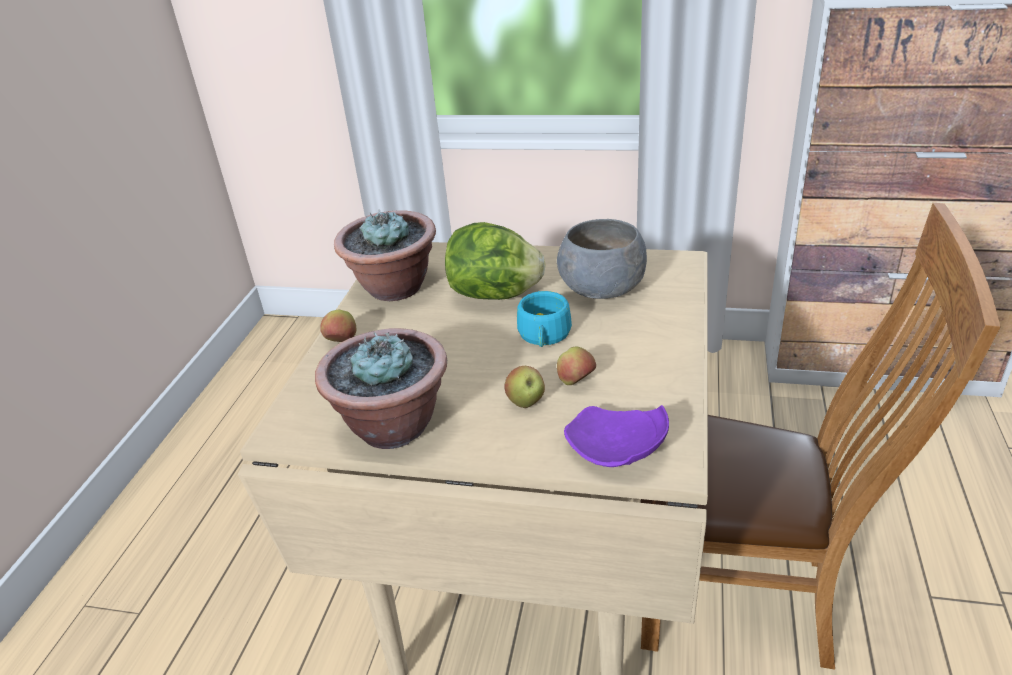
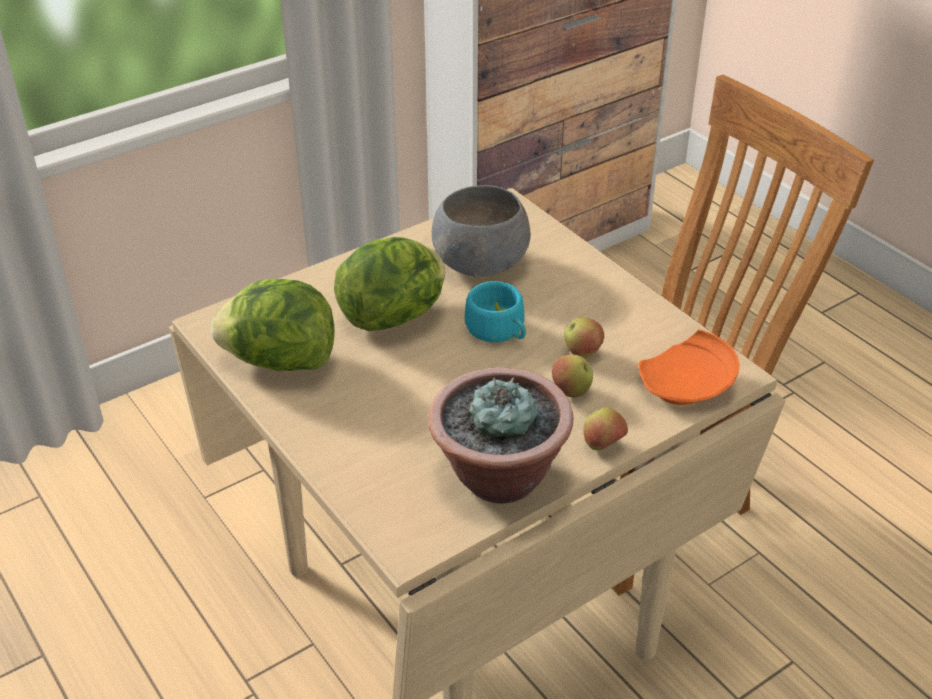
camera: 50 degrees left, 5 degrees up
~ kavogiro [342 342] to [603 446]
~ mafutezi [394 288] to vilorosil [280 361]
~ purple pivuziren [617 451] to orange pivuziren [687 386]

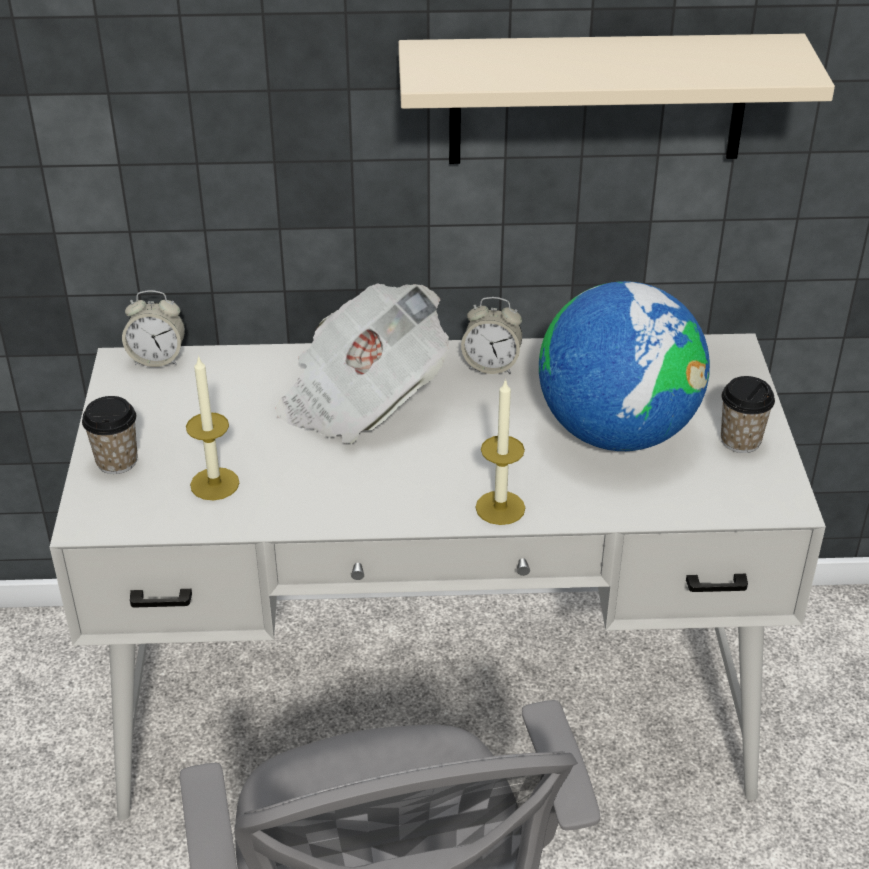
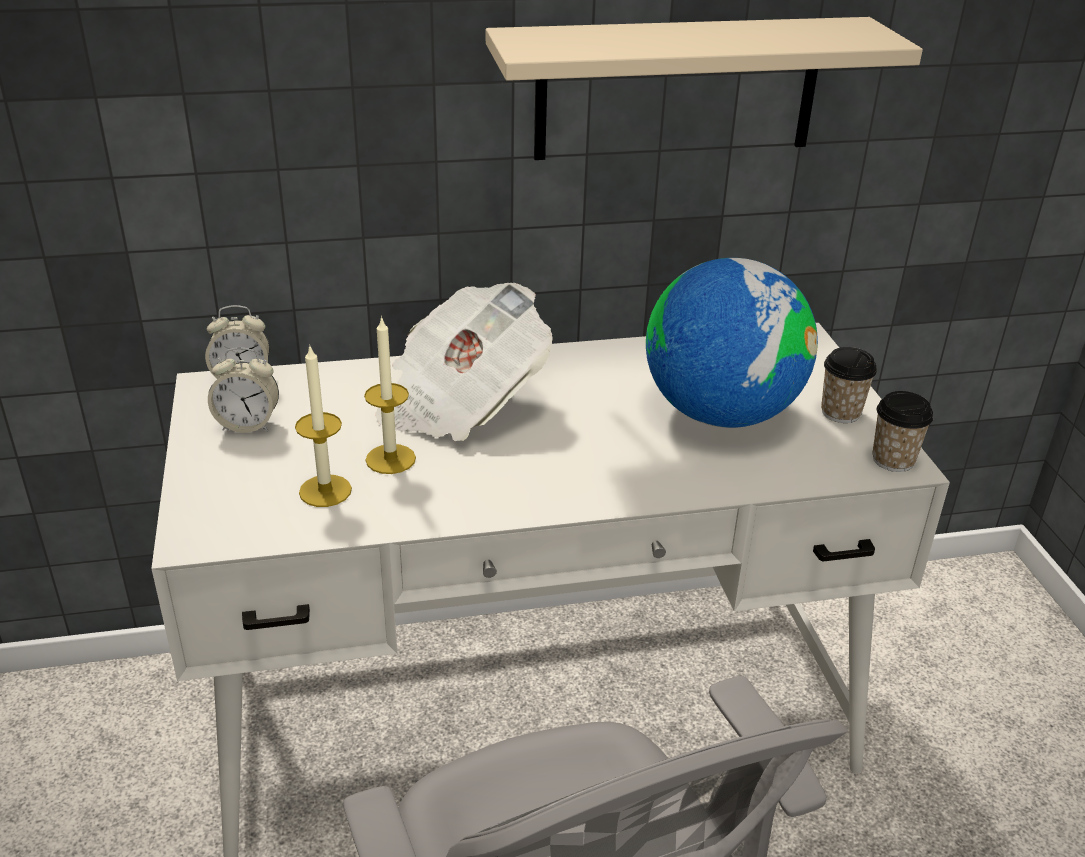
camera: 10 degrees left, 5 degrees down
~ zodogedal [117 461] to [893 460]
~ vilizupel [491 365] to [248 424]
~ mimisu [500 508] to [390 459]

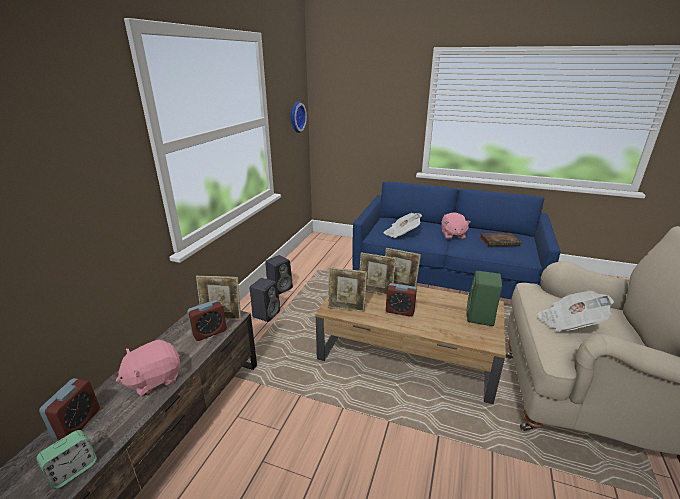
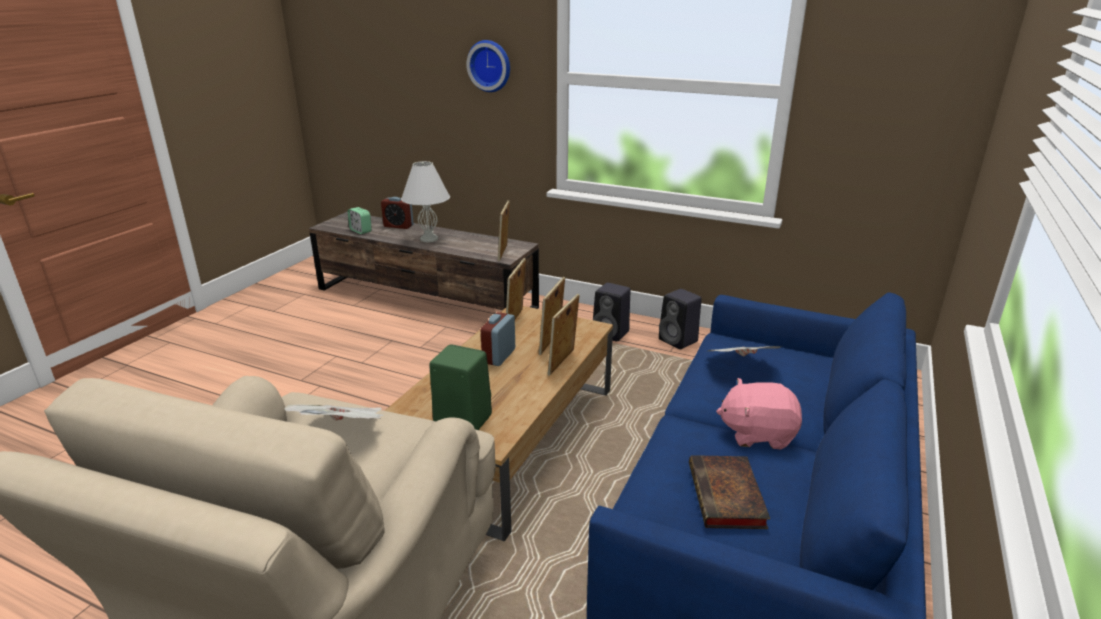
camera: 95 degrees right, 0 degrees up
~ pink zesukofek [154 379] to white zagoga [428 239]
- vilizupel [209 332]
~ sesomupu [296 117] to [490 66]

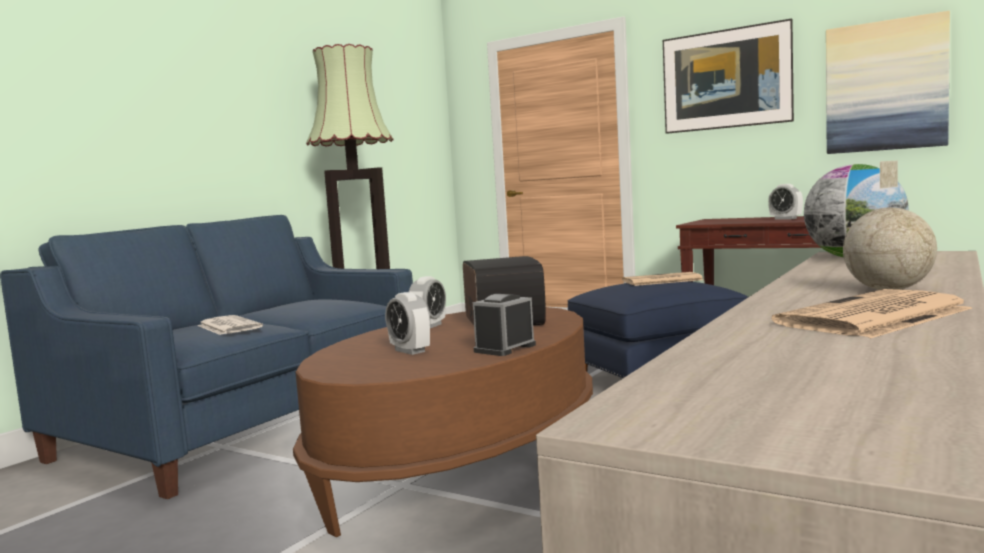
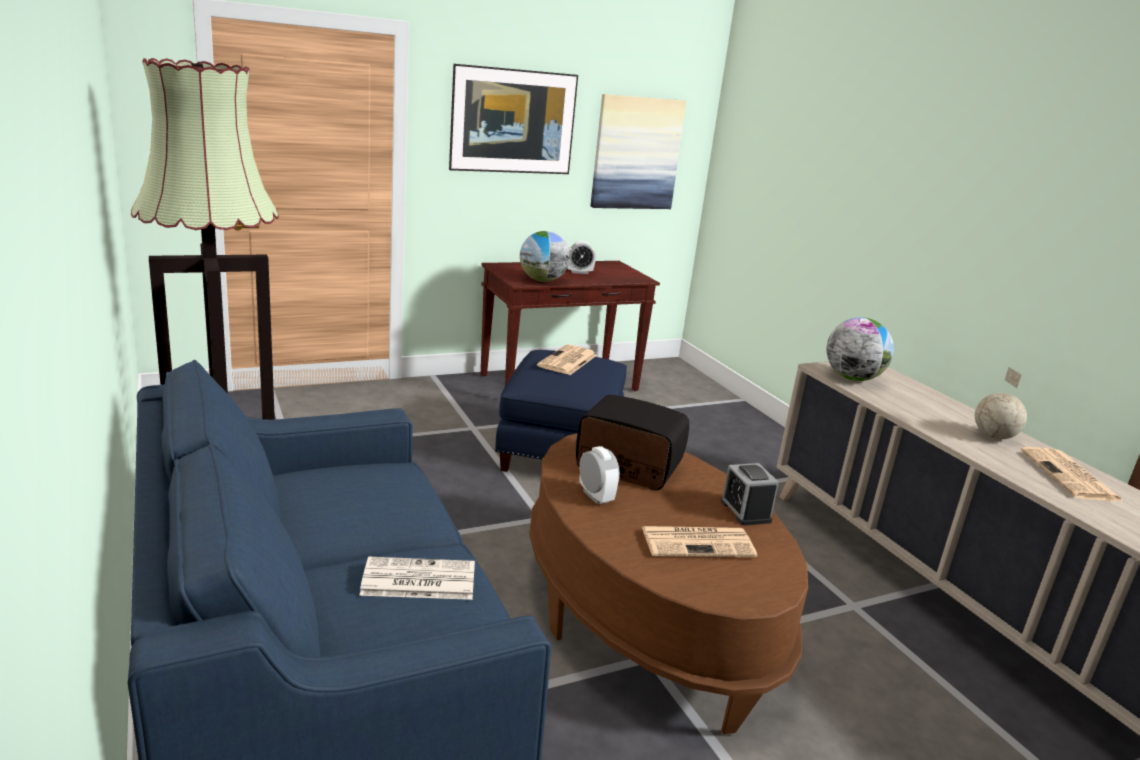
camera: 60 degrees left, 15 degrees up
~ vilizupel [410 351] to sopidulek [699 542]
+ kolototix [542 280]

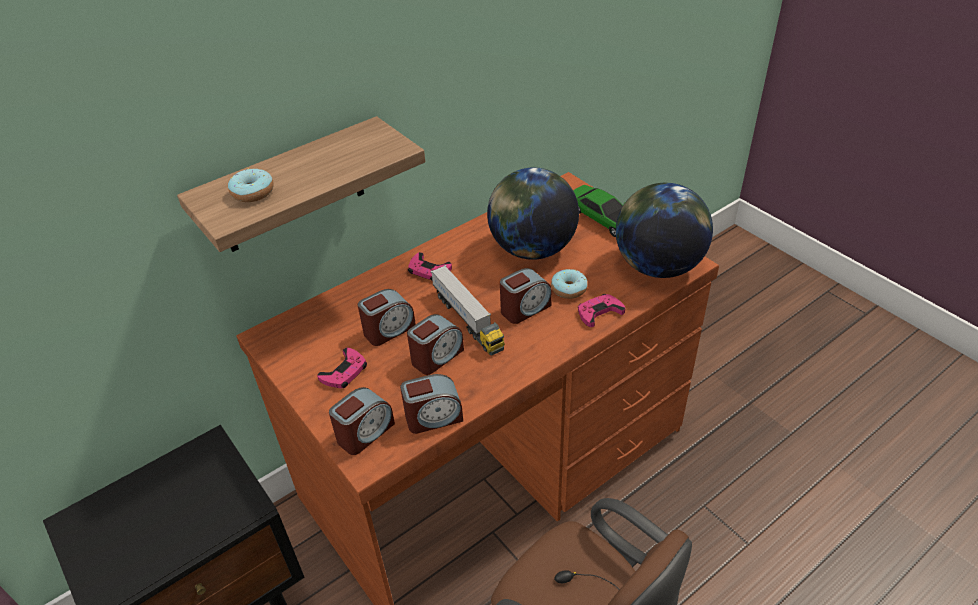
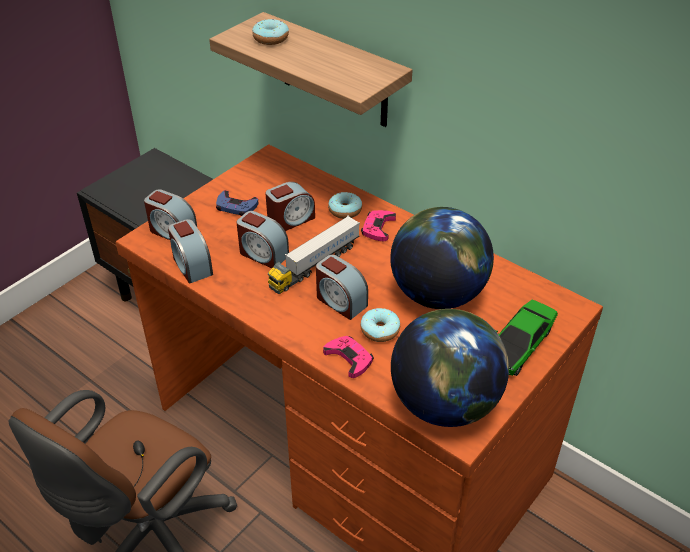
camera: 75 degrees right, 0 degrees up
~ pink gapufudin [344 372] to blue gapufudin [236 207]
~ vilizupel [389 330] = [290 220] 75 degrees counterclockwise
+ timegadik [345 210]

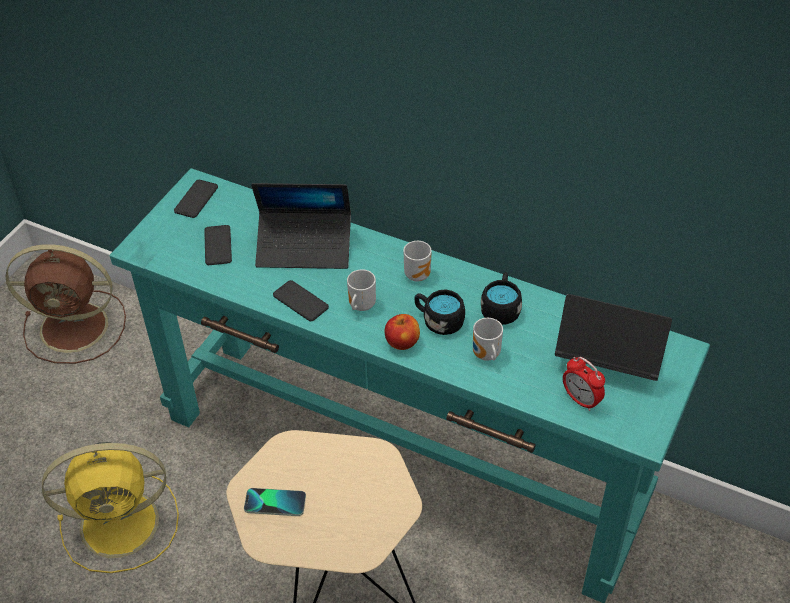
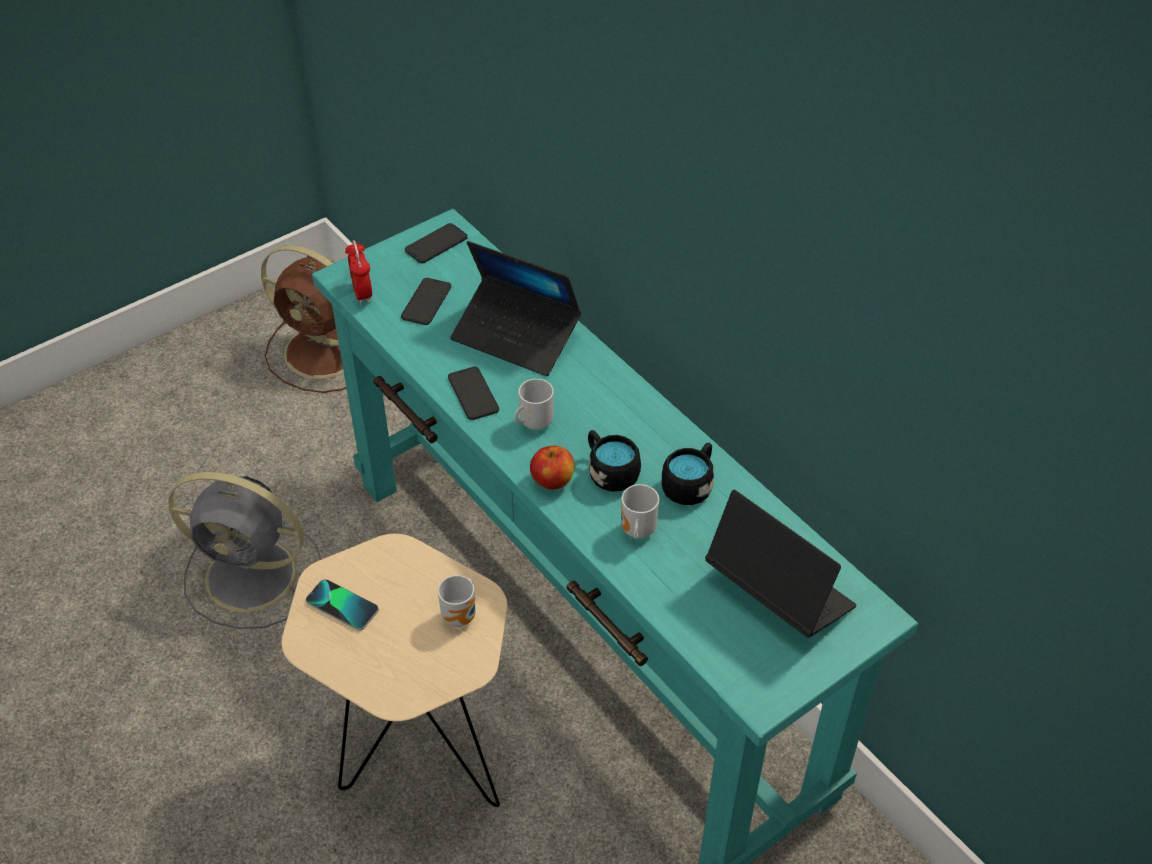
camera: 25 degrees right, 0 degrees up
~ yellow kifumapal [123 523] to grey kifumapal [255 576]
~ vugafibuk [418 274] to [461 616]
~ vilizupel [581 400] to [362 293]

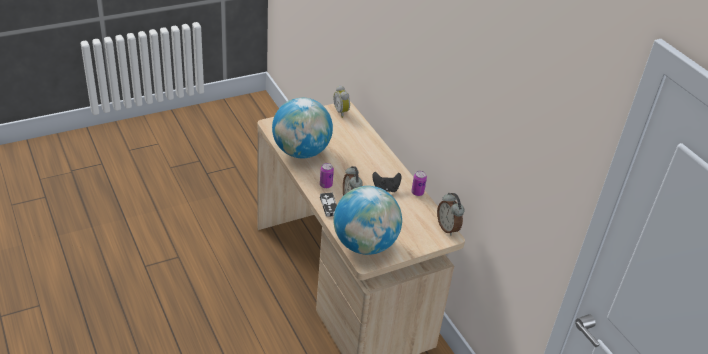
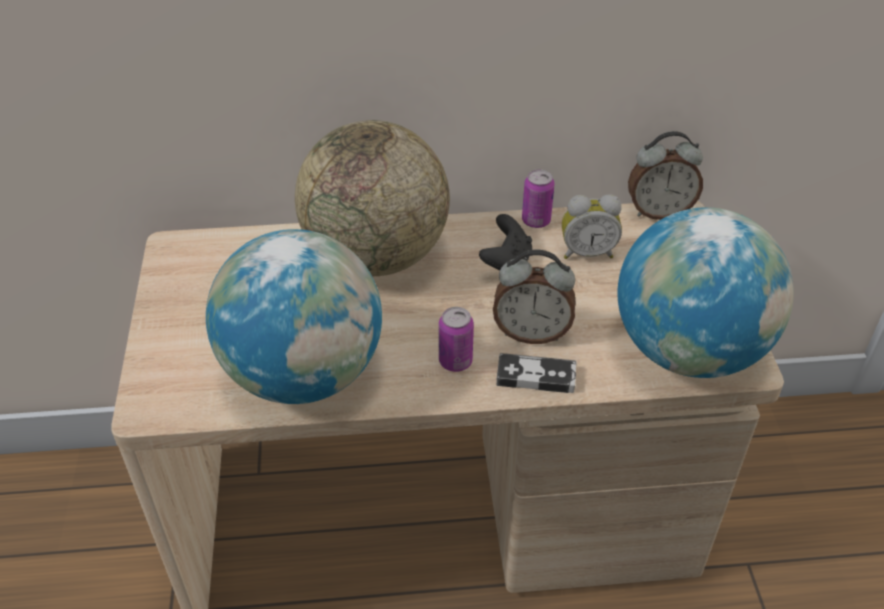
camera: 65 degrees left, 5 degrees up
~ vilizupel [342 112] to [587 252]
+ kolototix [376 256]

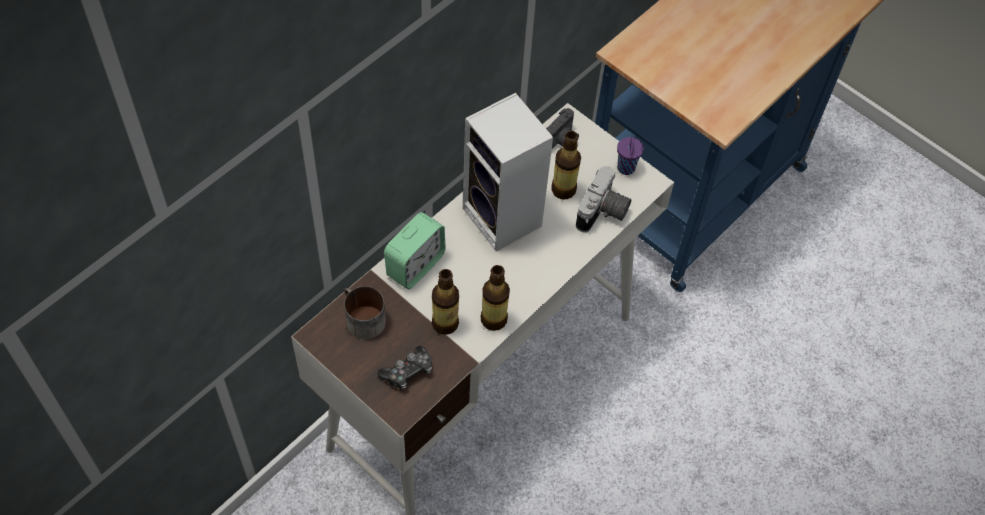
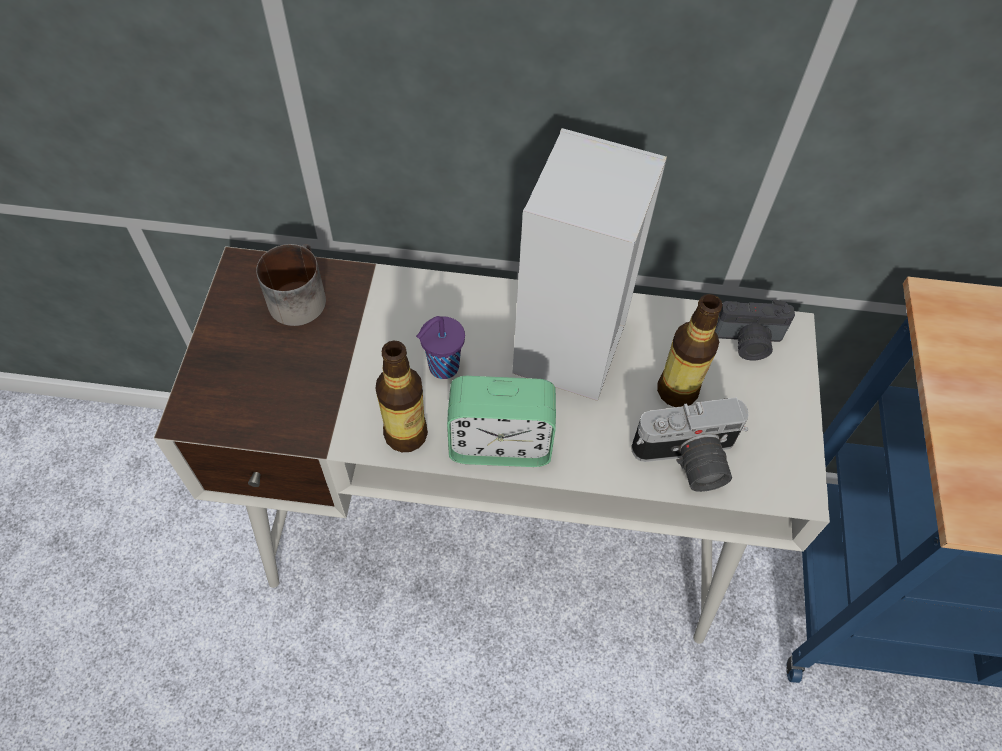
camera: 55 degrees right, 0 degrees up
- gapufudin [408 372]
~ vilizupel [415 265] to [500 444]
- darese [445 323]
~ purple zodogedal [626 169] to [442 368]

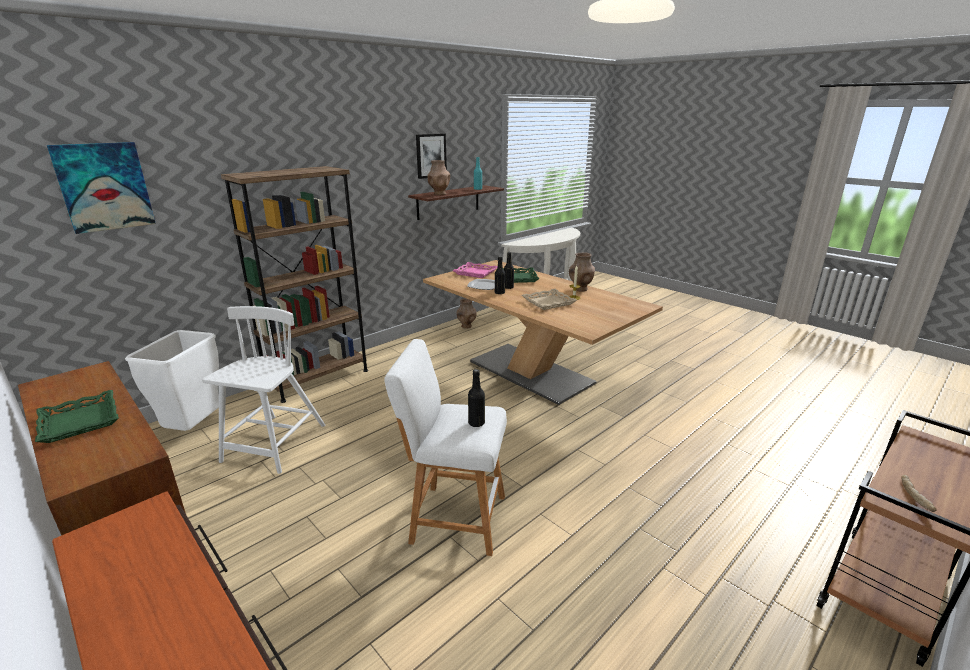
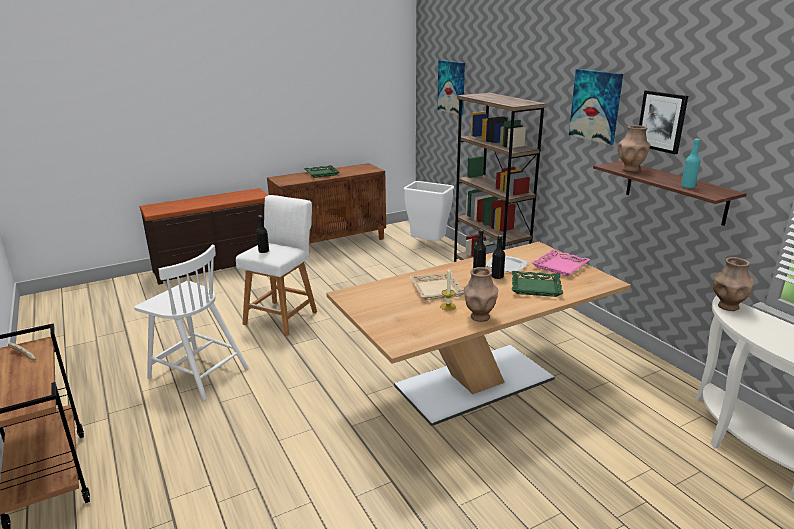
camera: 105 degrees right, 0 degrees up
~ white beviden [274 444] to [197 372]
~ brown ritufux [466 326] to [727 307]
+ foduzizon [596 106]

